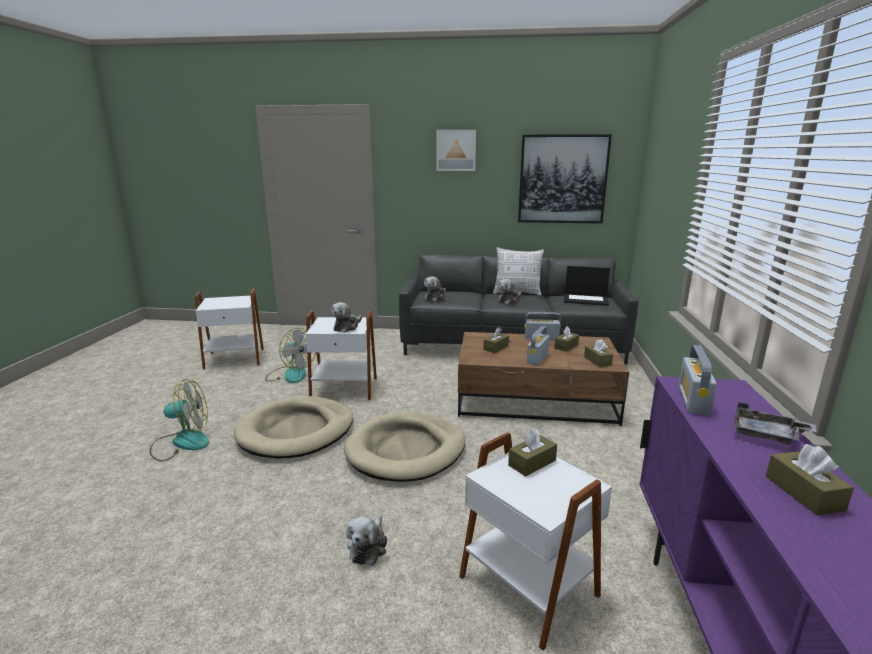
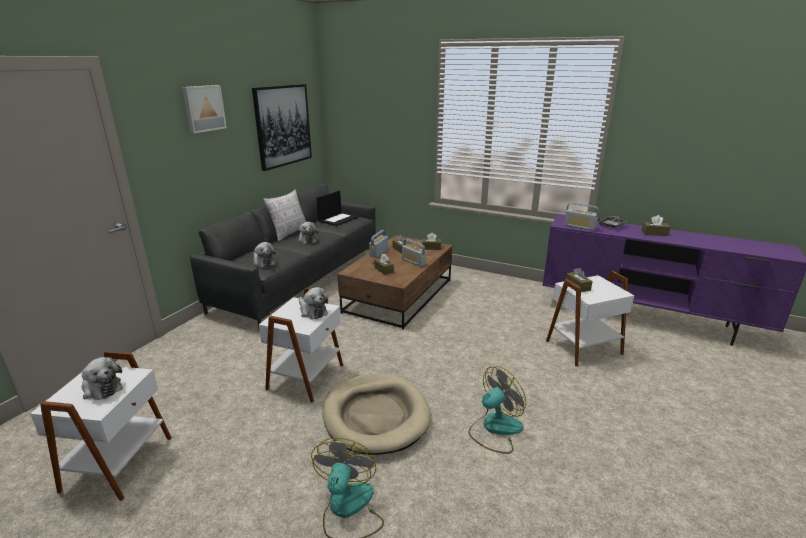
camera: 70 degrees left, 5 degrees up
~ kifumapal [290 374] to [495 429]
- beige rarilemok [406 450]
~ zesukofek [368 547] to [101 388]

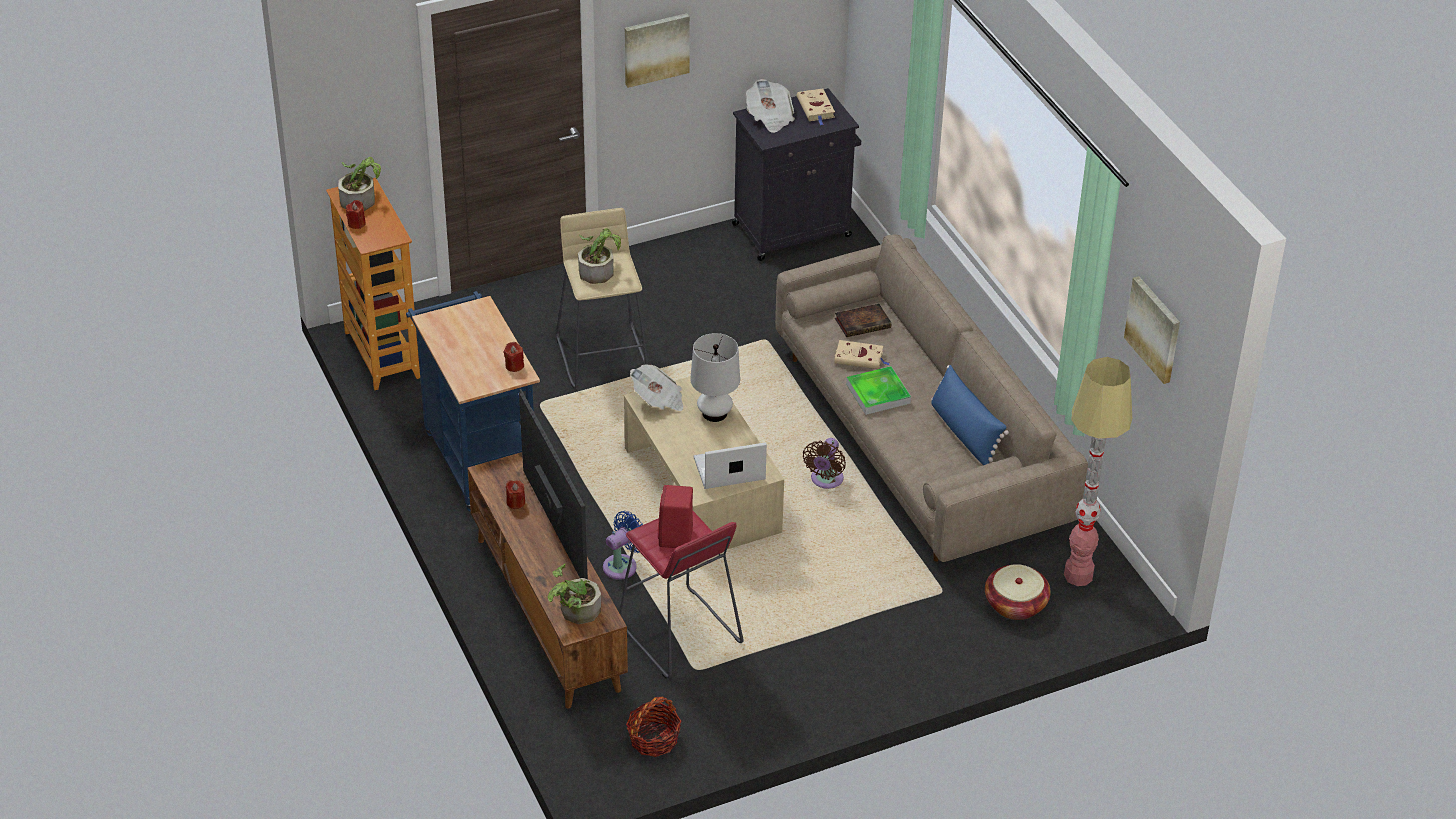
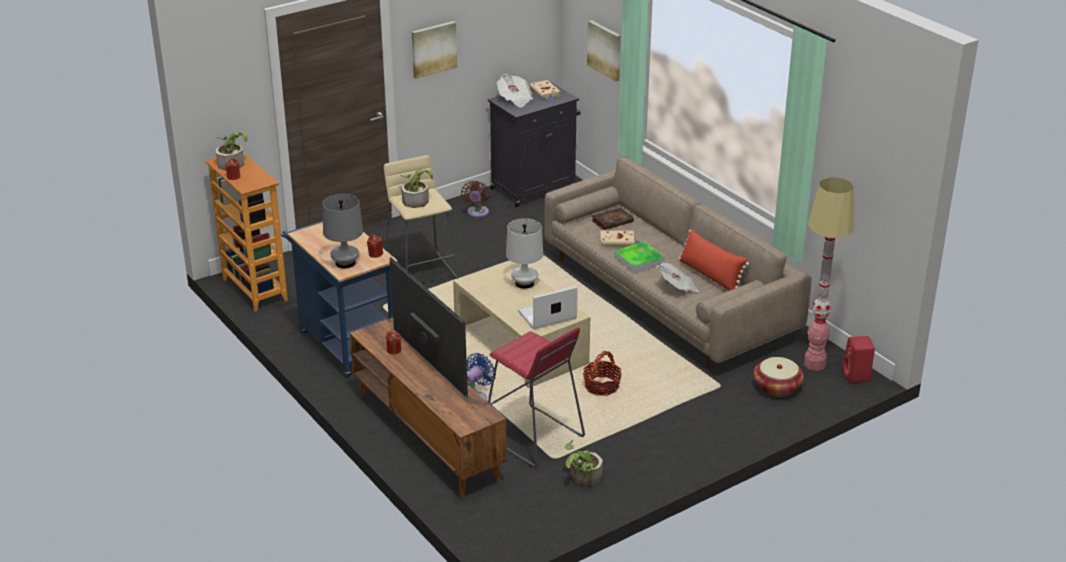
camera: 10 degrees left, 10 degrees down
~ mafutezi [575 611] to [582 477]
~ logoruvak [653 739] to [601 386]
~ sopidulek [658 400] to [677 287]
~ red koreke [676 538] to [857 376]
~ brown kifumapal [825 481] to [477 213]
~ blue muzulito [964 433] to red muzulito [710 276]
~ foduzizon [1154 329] to [605 50]
+ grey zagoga [345 263]

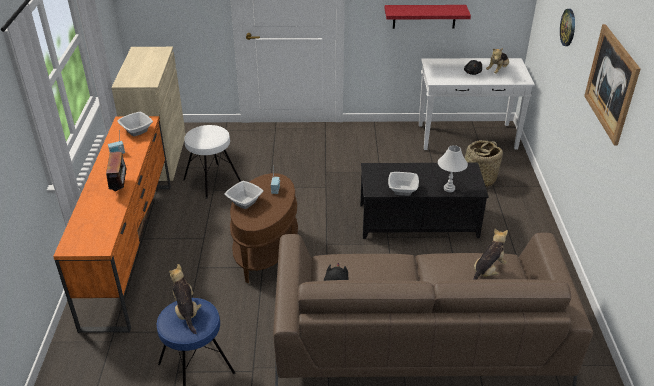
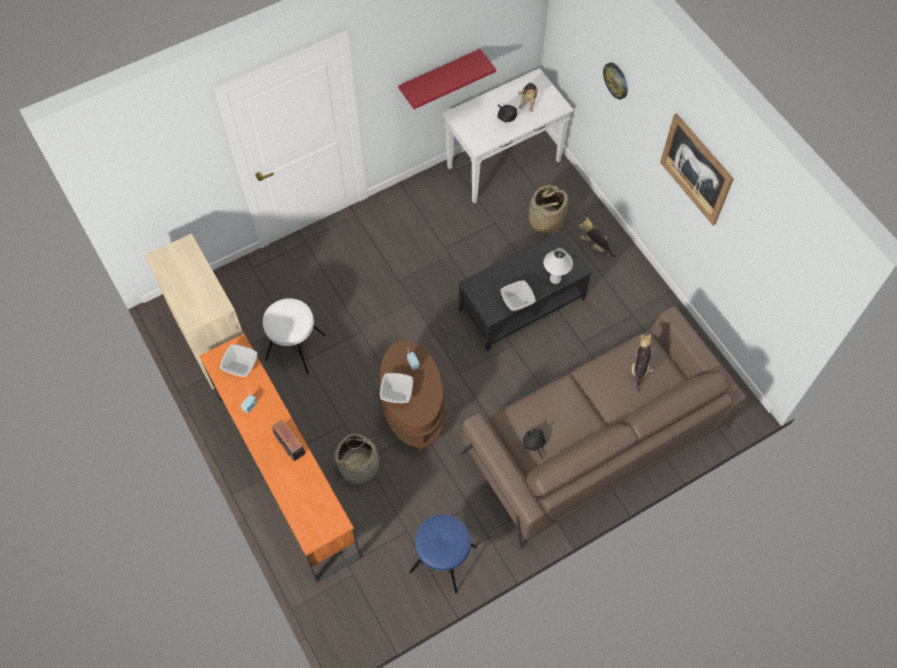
camera: 30 degrees left, 25 degrees up
~ zesukofek [186 312] to [595 245]
+ logoruvak [359 466]

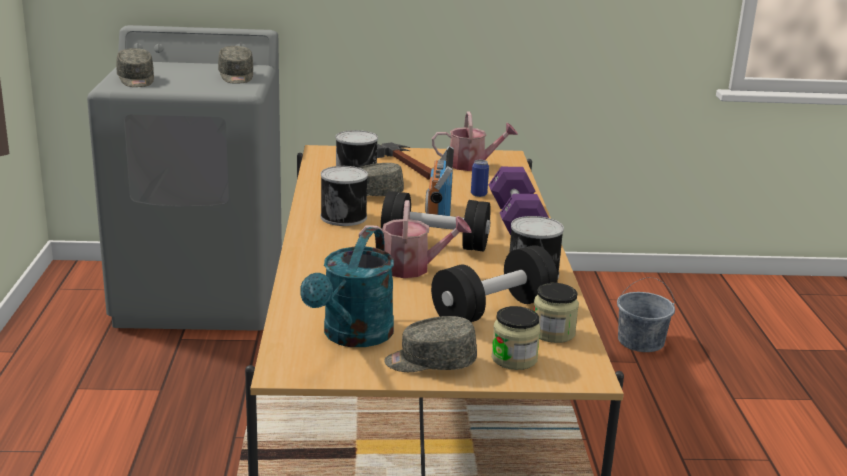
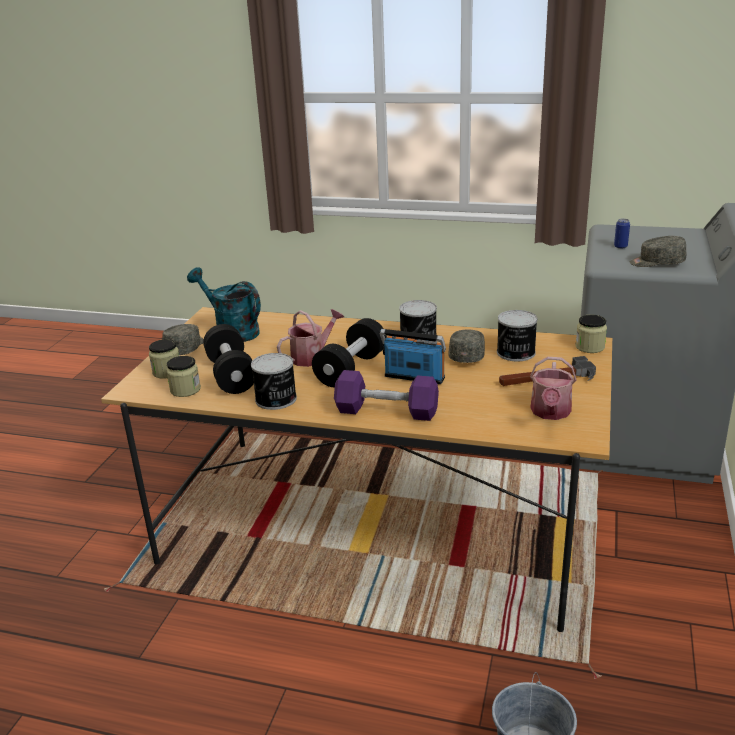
camera: 110 degrees right, 5 degrees up
- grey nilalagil [136 80]
~ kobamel [412 268] = [312 356] 150 degrees counterclockwise
~ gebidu [478 194] to [620 246]
+ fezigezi [590 347]

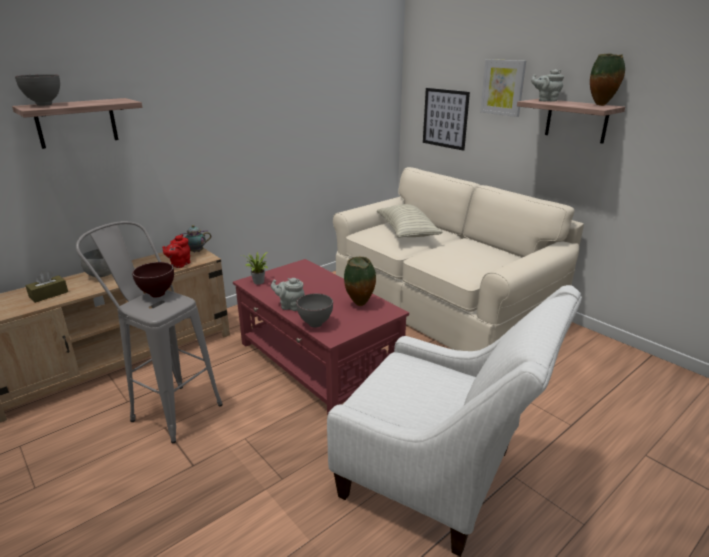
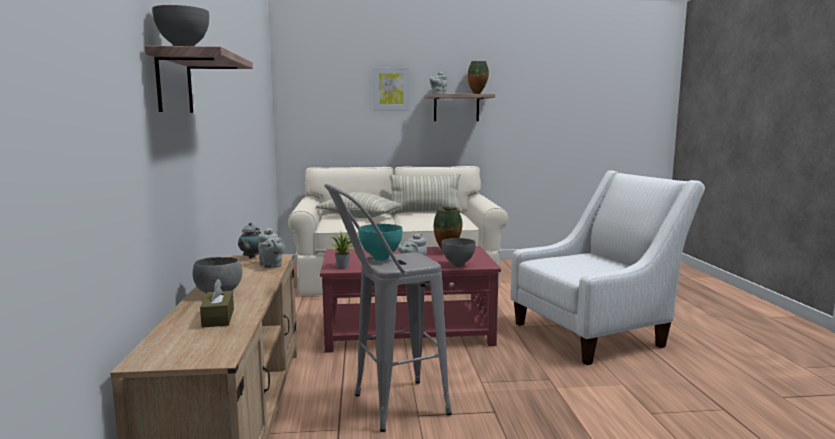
camera: 55 degrees left, 15 degrees down
~ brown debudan [156 294] to turquoise debudan [379 259]
~ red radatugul [179 264] to grey radatugul [271 266]
- foduzizon [445 118]
+ muzulito [425 212]

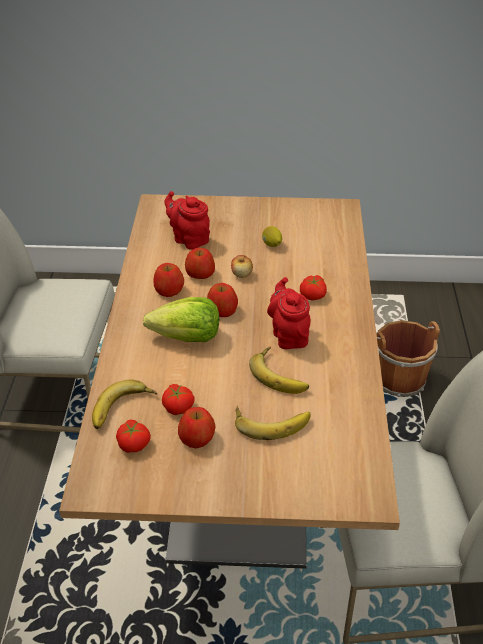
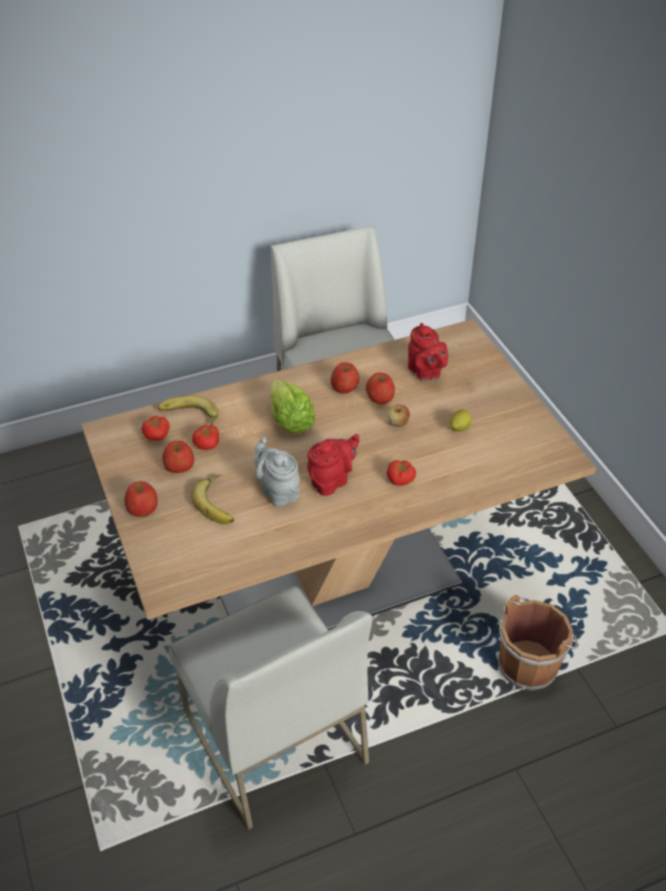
camera: 65 degrees right, 5 degrees up
~ red radatugul [189 239] = [426 372] 135 degrees clockwise
~ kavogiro [222 310] to [142 508]
~ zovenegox [281 374] to grey radatugul [278 491]

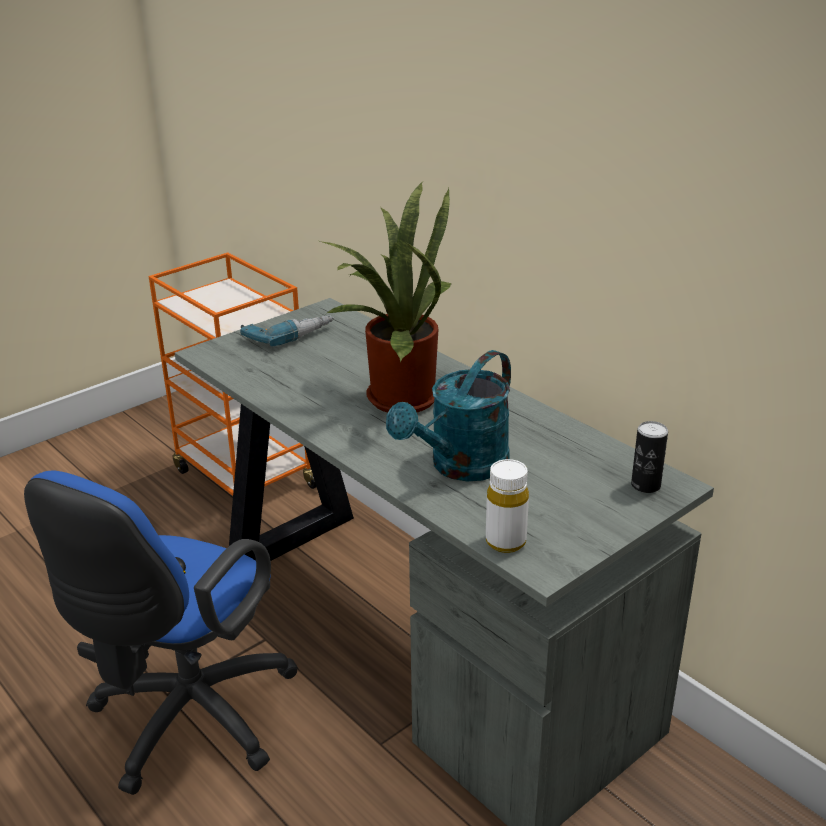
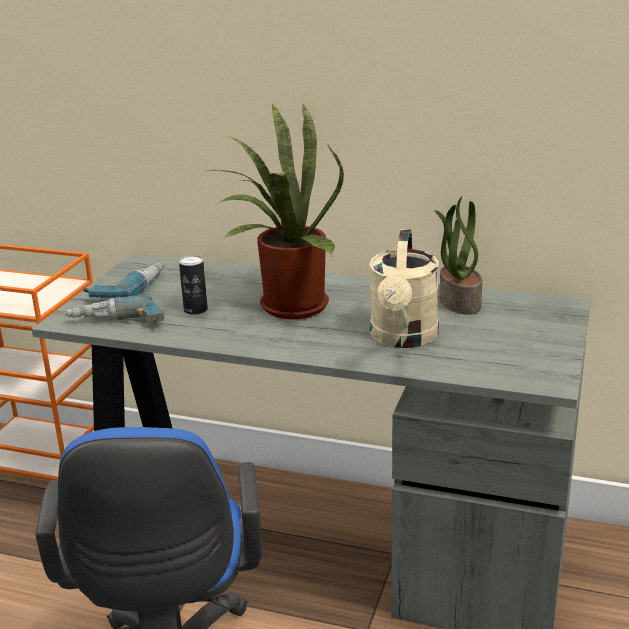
camera: 30 degrees left, 5 degrees down
~ turquoise kobamel [460 467] to beige kobamel [403 338]
- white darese [505 542]
~ gebidu [645 485] to [195 310]
+ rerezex [115 326]
+ mafutezi [458 302]

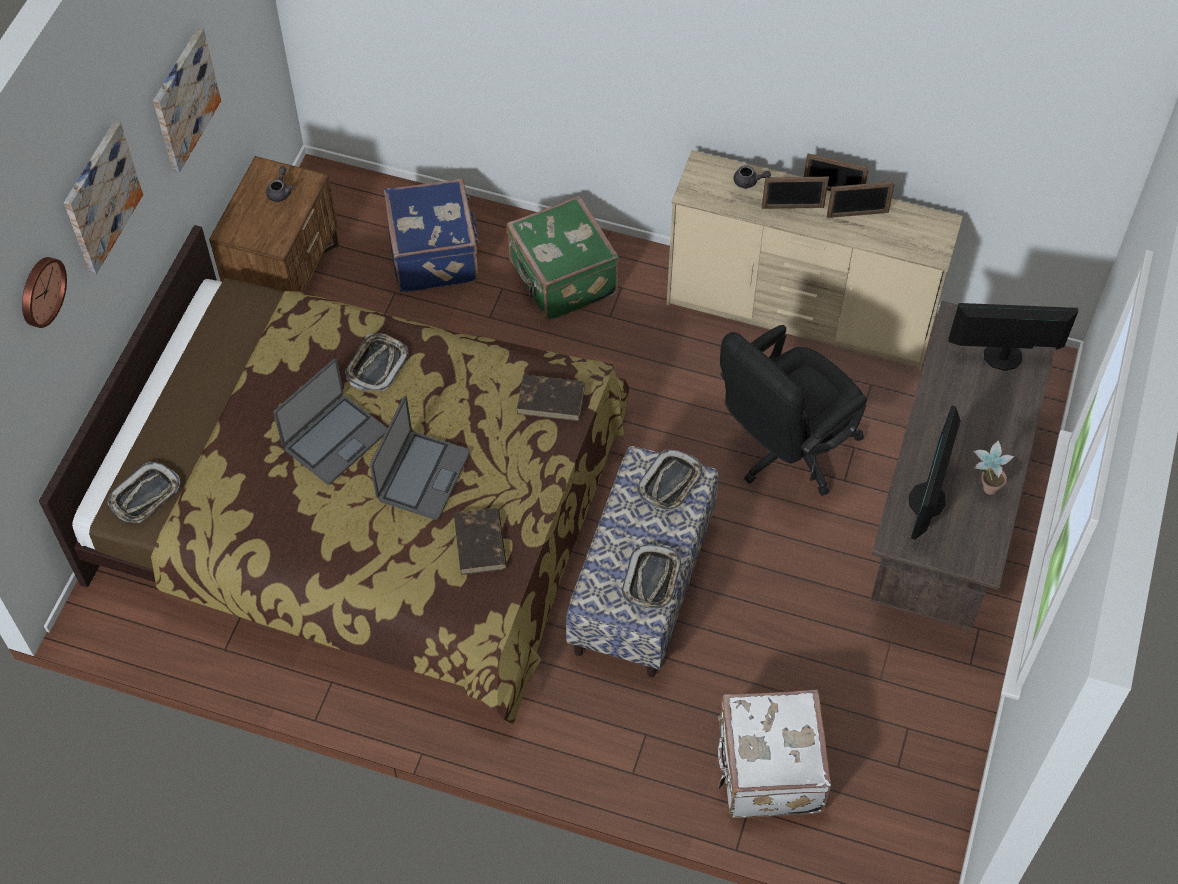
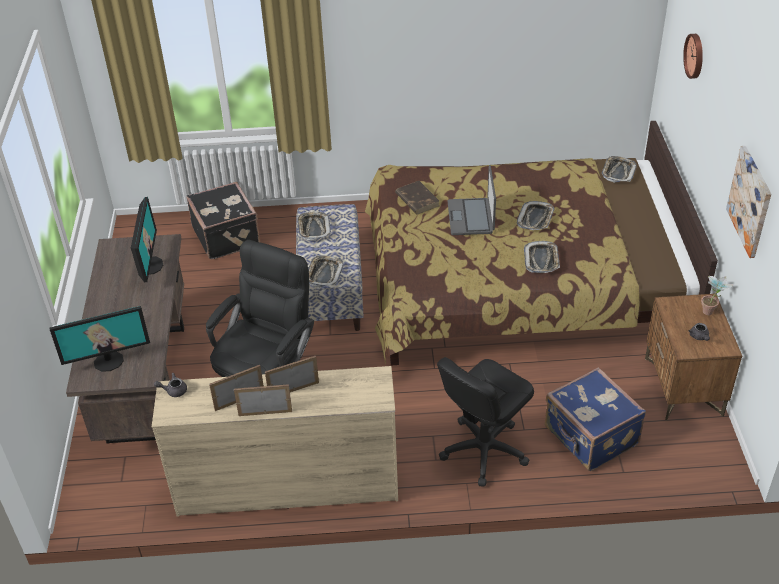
camera: 160 degrees right, 15 degrees down
- foduzizon [100 197]
~ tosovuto [335 439] to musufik [535 219]
~ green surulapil [561 280] to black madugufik [483 450]
- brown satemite [552 399]
~ white surulapil [767 770] to black surulapil [227 236]
~ grey radatugul [749 182] to [173 390]
~ mafutezi [984 488] to [711 311]

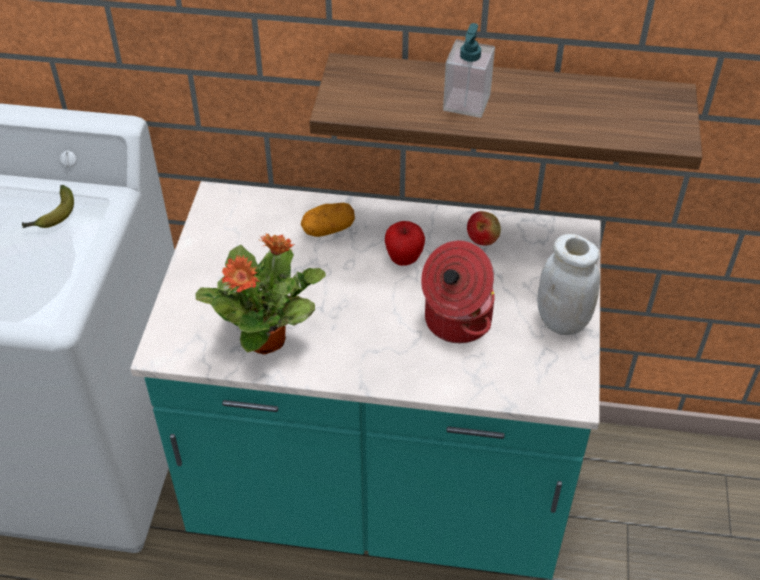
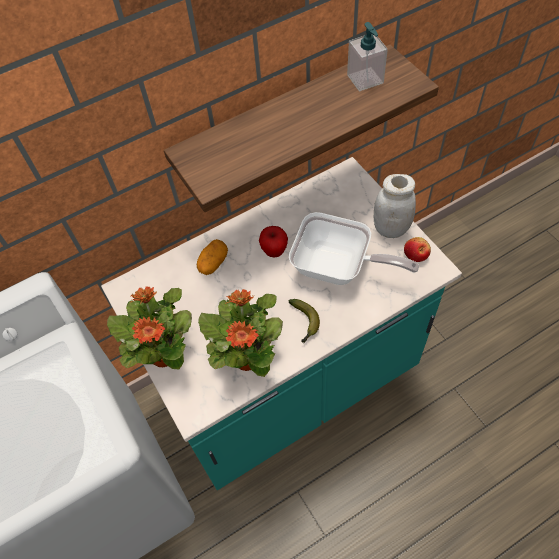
camera: 35 degrees left, 10 degrees up
~ zovenegox [52 216] to [304 323]
~ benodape [455 321] to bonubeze [338 268]
~ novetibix [466 103] to [365 79]
~ kavogiro [483 238] to [416 255]
+ mafutezi [164 353]

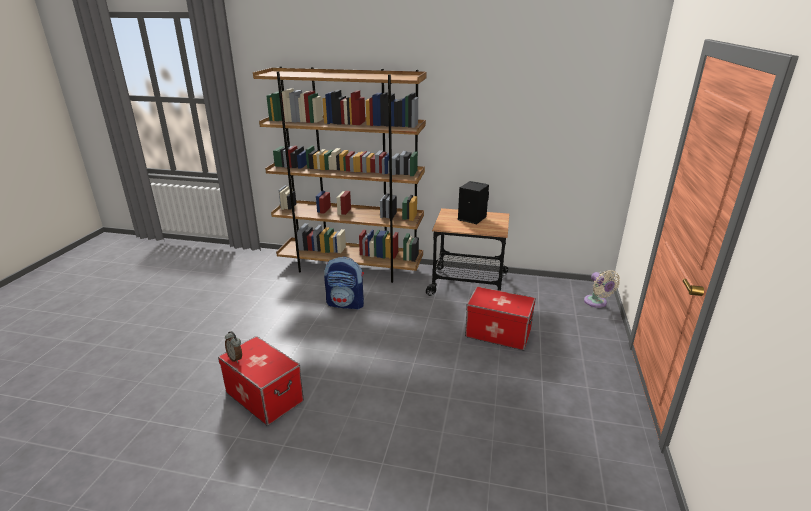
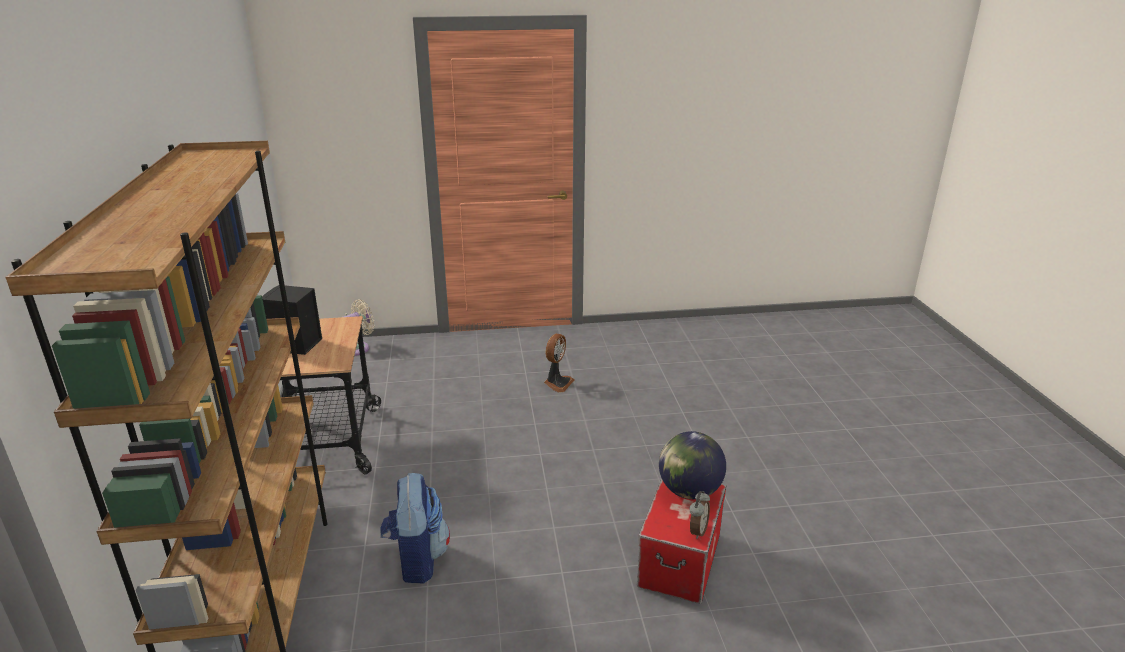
camera: 110 degrees left, 0 degrees up
- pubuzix [497 333]
+ kifumapal [557 383]
+ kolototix [689 491]

